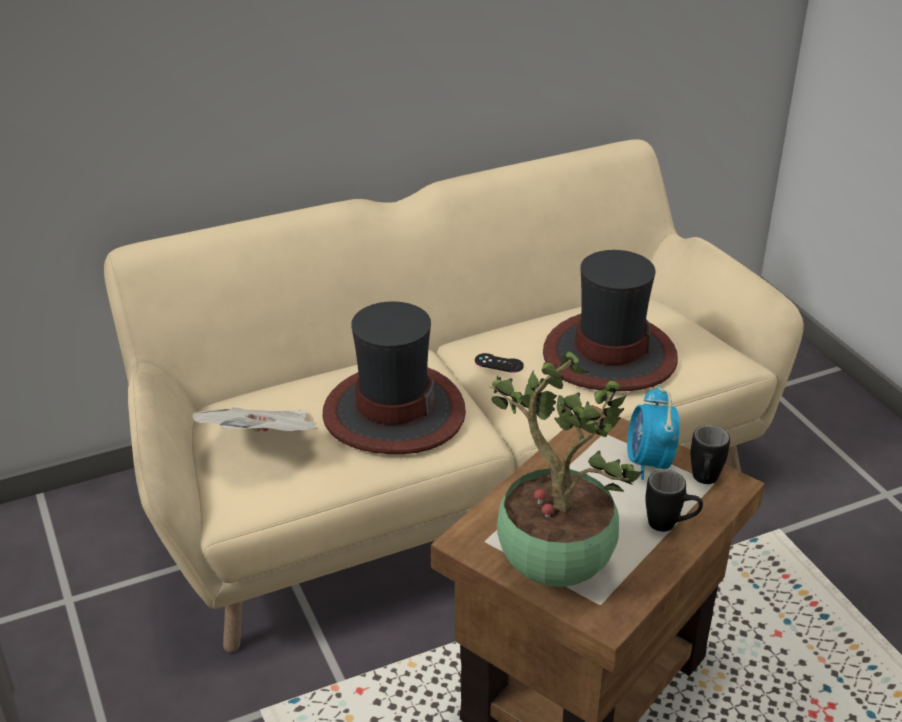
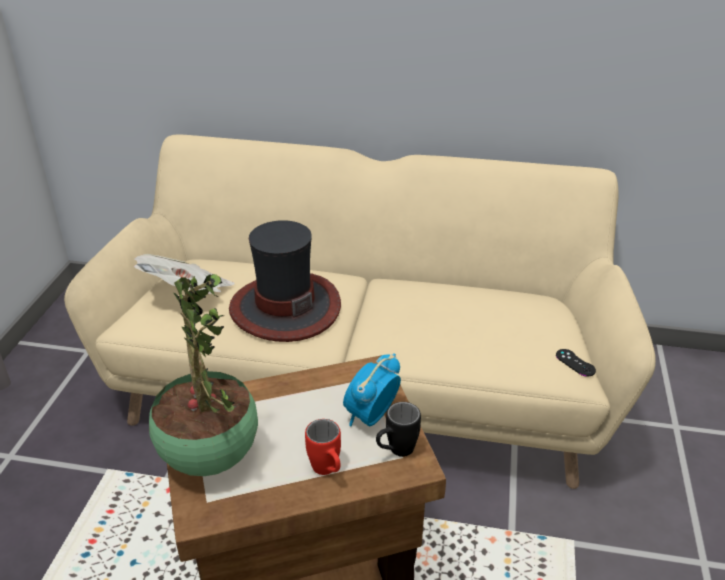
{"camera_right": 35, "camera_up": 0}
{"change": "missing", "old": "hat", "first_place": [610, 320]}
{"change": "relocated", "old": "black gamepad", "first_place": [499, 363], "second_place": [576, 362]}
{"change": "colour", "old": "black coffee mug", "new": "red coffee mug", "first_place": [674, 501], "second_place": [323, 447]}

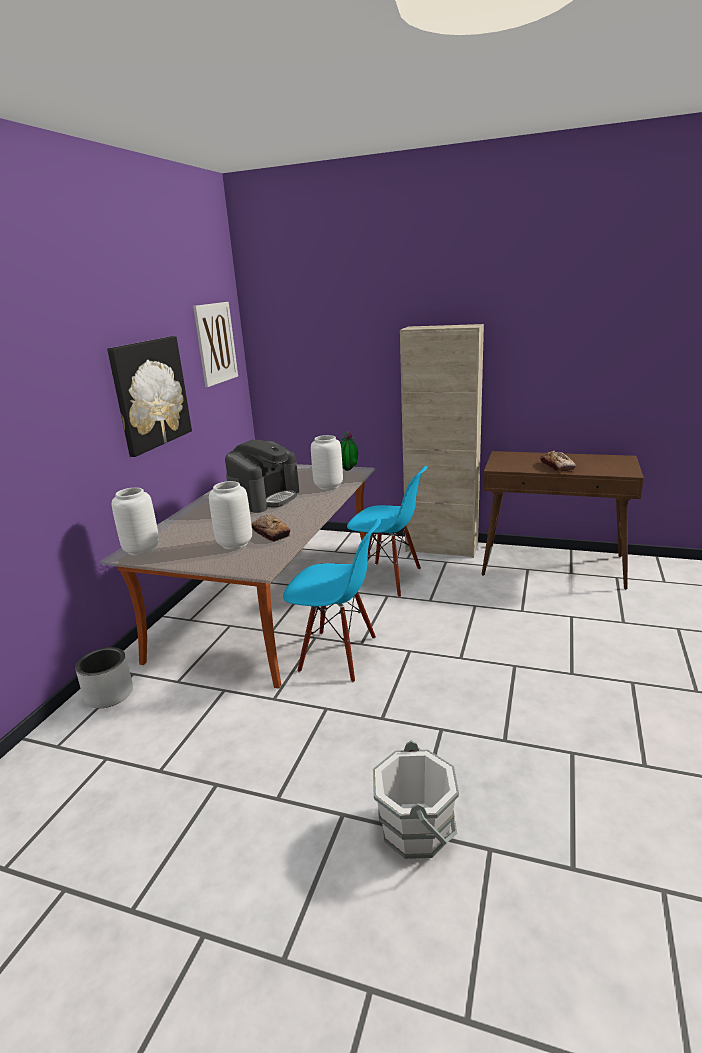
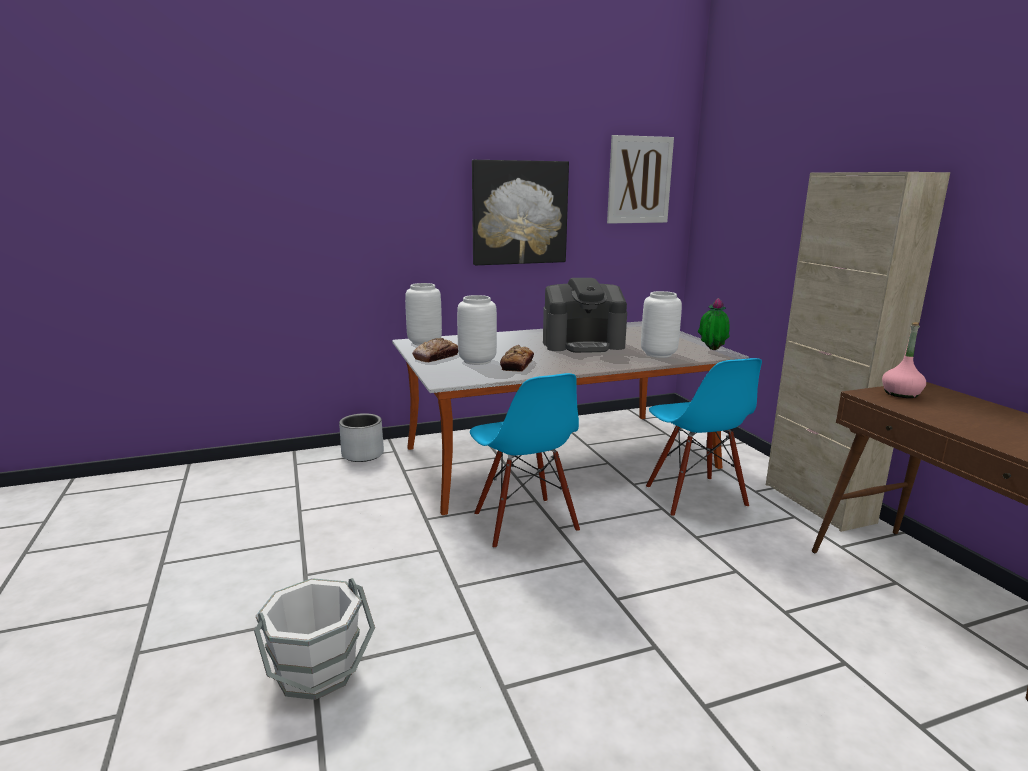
{"camera_right": 50, "camera_up": -5}
{"change": "appeared", "new": "pink-coloured bottle", "second_place": [904, 360]}
{"change": "relocated", "old": "bakery bread", "first_place": [558, 461], "second_place": [435, 350]}

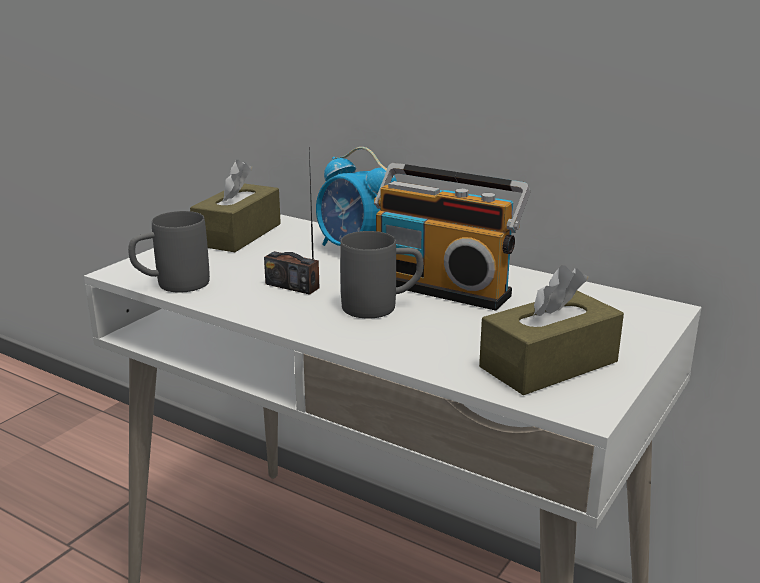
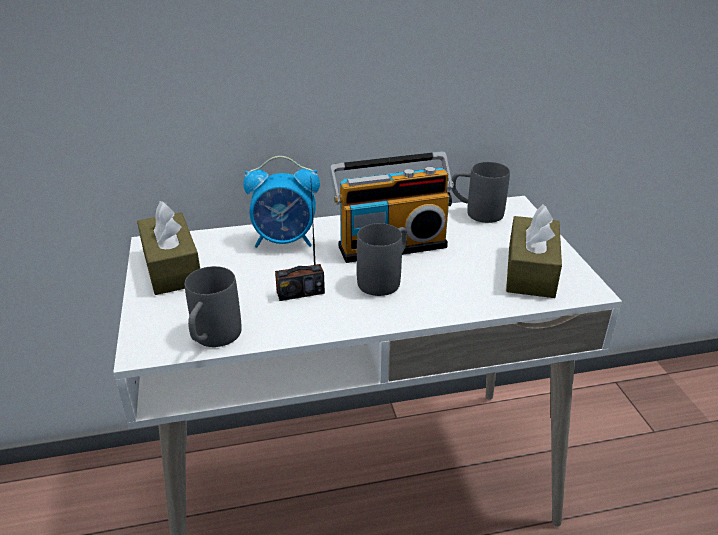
{"camera_right": -45, "camera_up": 10}
{"change": "appeared", "new": "gray coffee mug", "second_place": [481, 192]}

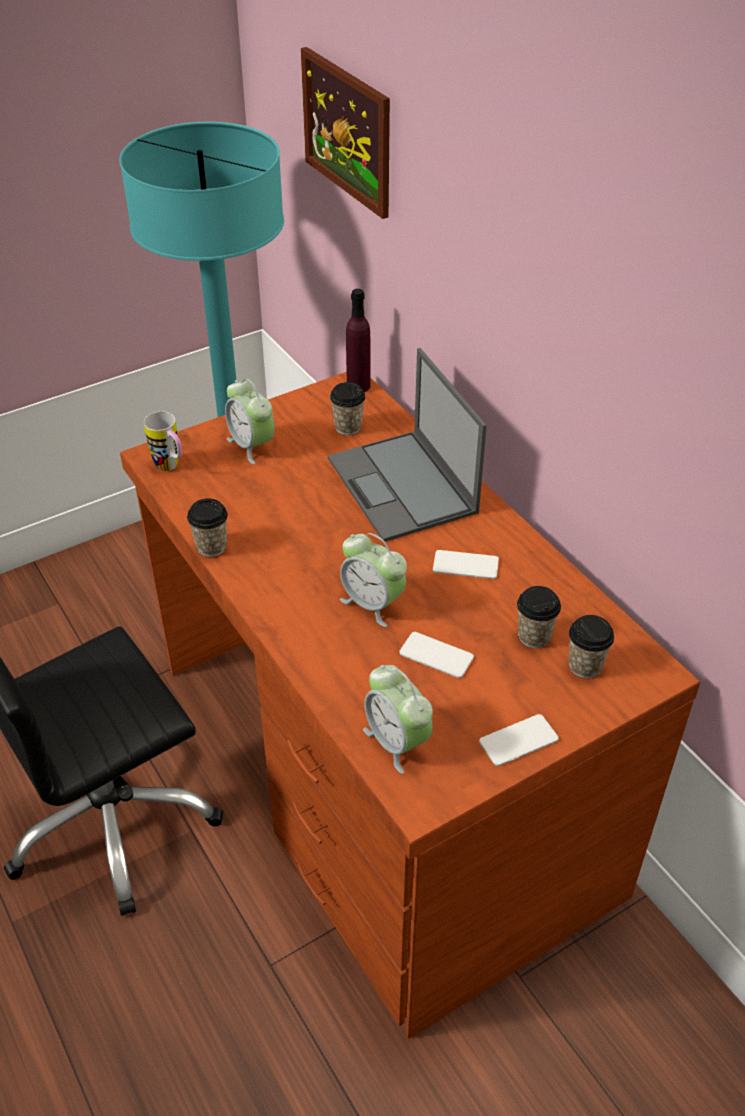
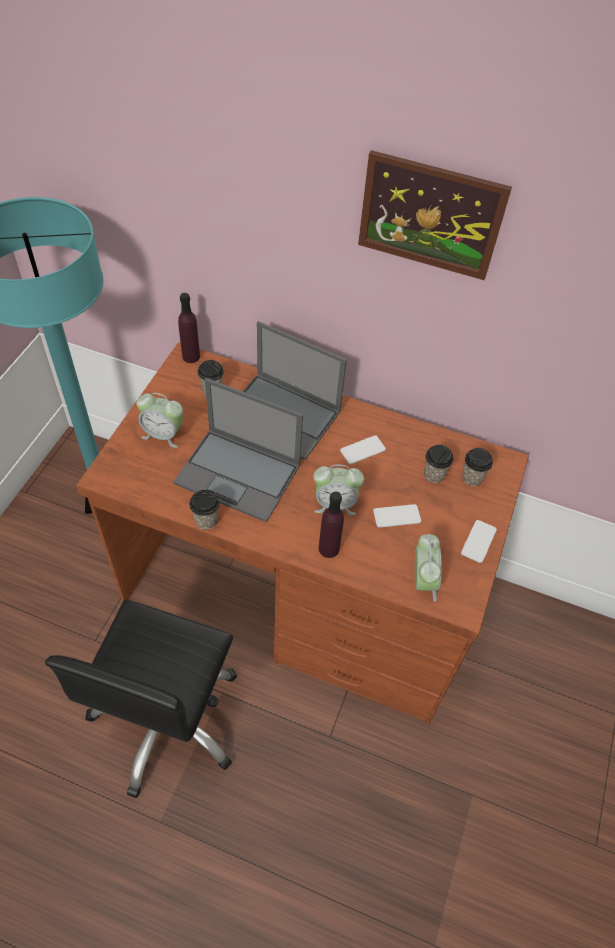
{"camera_right": -40, "camera_up": 10}
{"change": "missing", "old": "coffee mug", "first_place": [163, 441]}
{"change": "appeared", "new": "notebook computer", "second_place": [238, 450]}
{"change": "appeared", "new": "purple bottle", "second_place": [331, 525]}
{"change": "relocated", "old": "wall art", "first_place": [345, 133], "second_place": [435, 215]}
{"change": "spun", "old": "bedside clock", "first_place": [398, 719], "second_place": [428, 567], "degrees": -105}

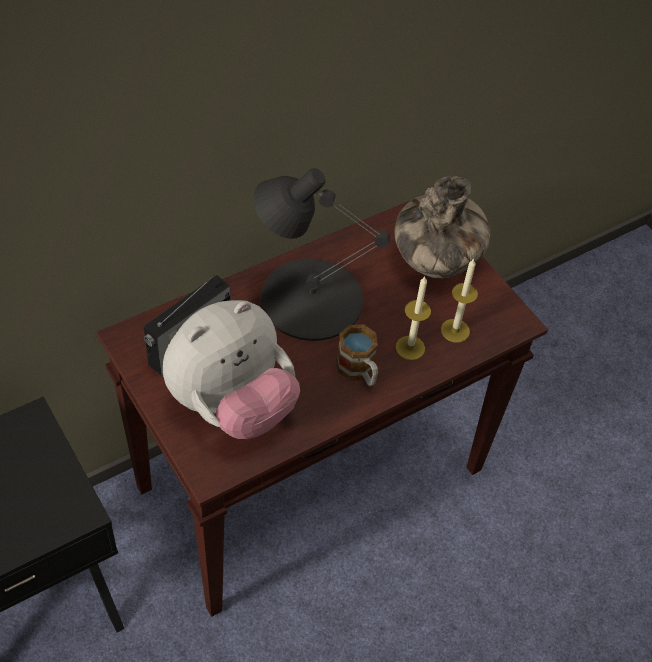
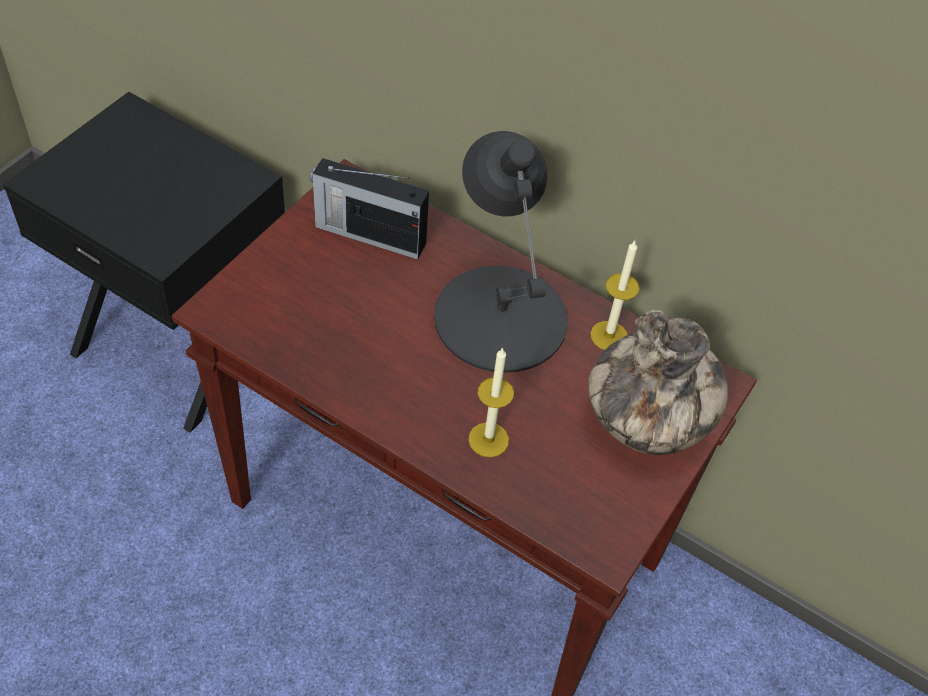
{"camera_right": 65, "camera_up": 0}
{"change": "missing", "old": "cuddly toy", "first_place": [231, 369]}
{"change": "missing", "old": "coffee mug", "first_place": [357, 355]}
{"change": "relocated", "old": "candle", "first_place": [459, 300], "second_place": [615, 295]}

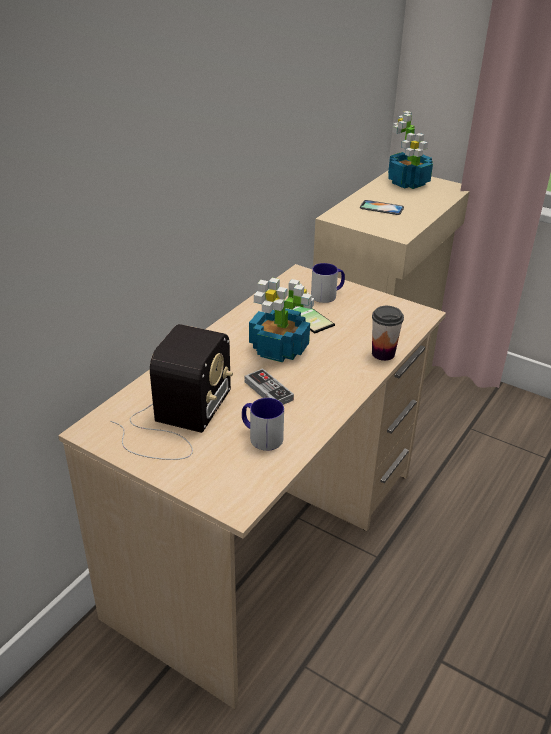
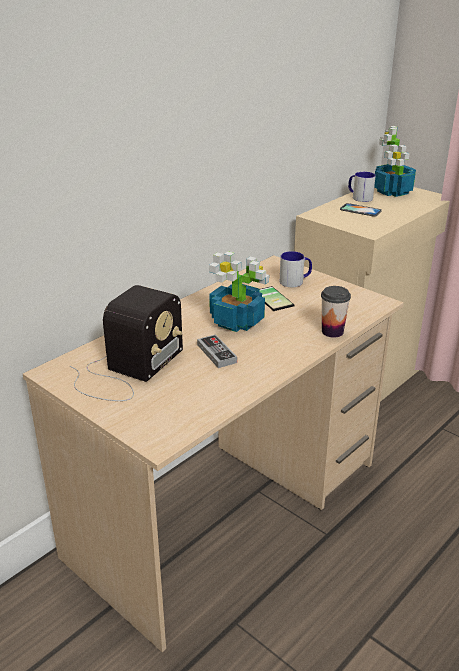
{"camera_right": 10, "camera_up": -5}
{"change": "relocated", "old": "coffee mug", "first_place": [263, 424], "second_place": [362, 187]}

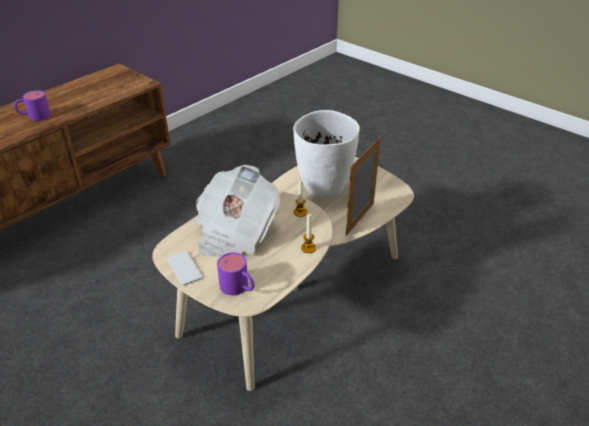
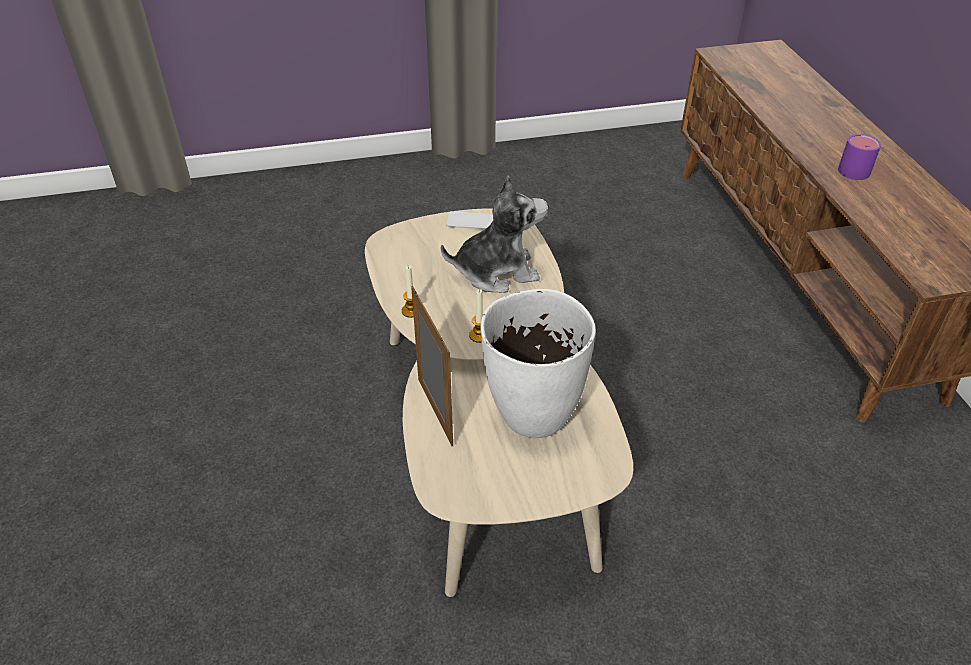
{"camera_right": 125, "camera_up": 5}
{"change": "missing", "old": "purple coffee mug", "first_place": [235, 274]}
{"change": "exchanged", "old": "newspaper", "new": "cuddly toy", "first_place": [237, 211], "second_place": [494, 234]}

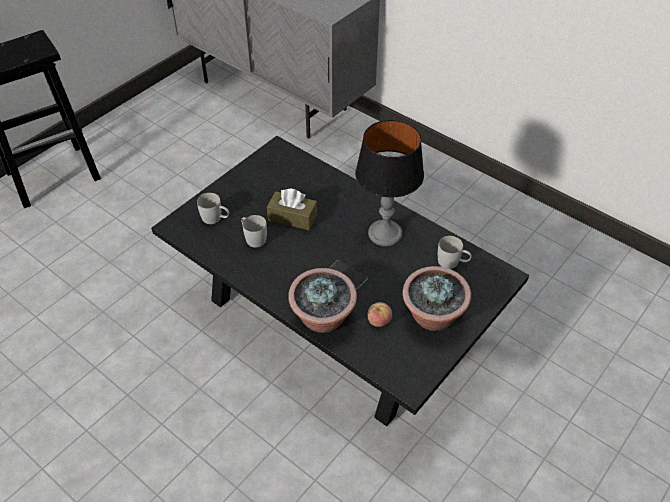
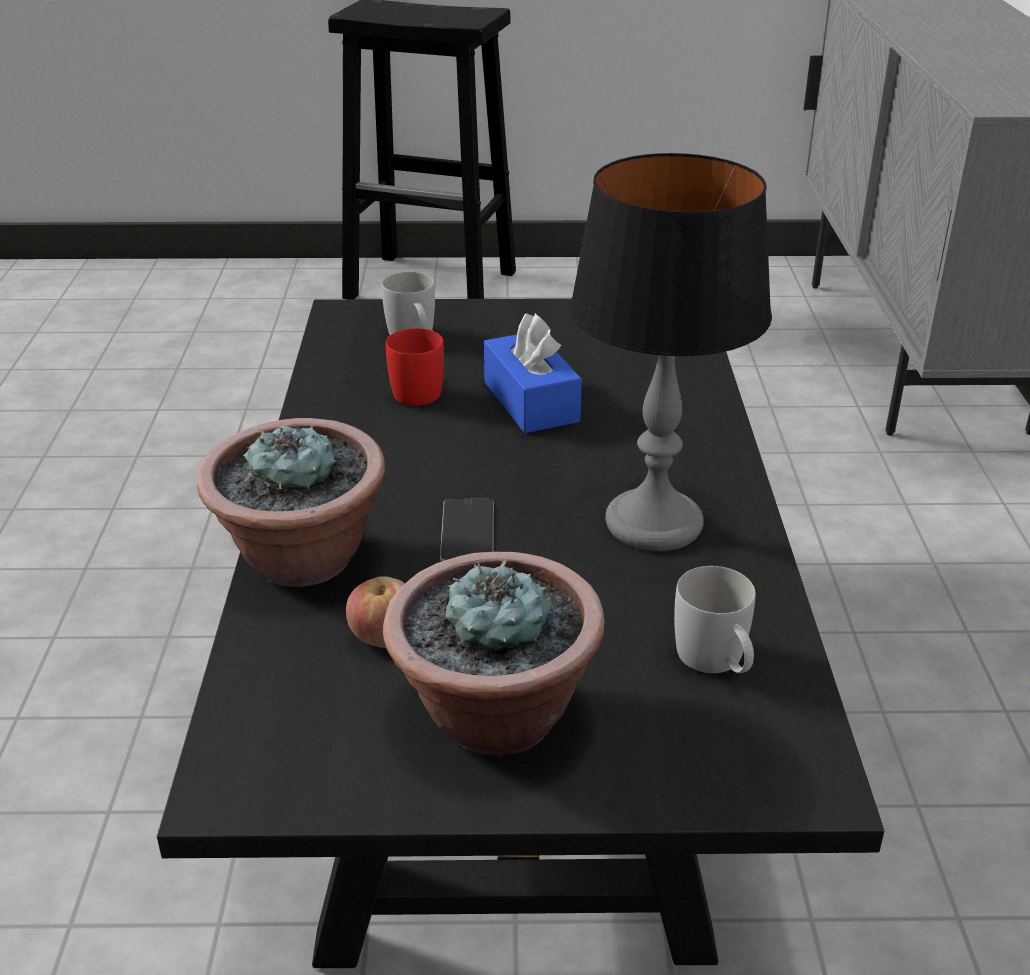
{"camera_right": 50, "camera_up": -15}
{"change": "colour", "old": "whitish coffee mug", "new": "red coffee mug", "first_place": [254, 231], "second_place": [415, 367]}
{"change": "colour", "old": "brownish tissue box", "new": "bluish tissue box", "first_place": [292, 209], "second_place": [533, 373]}

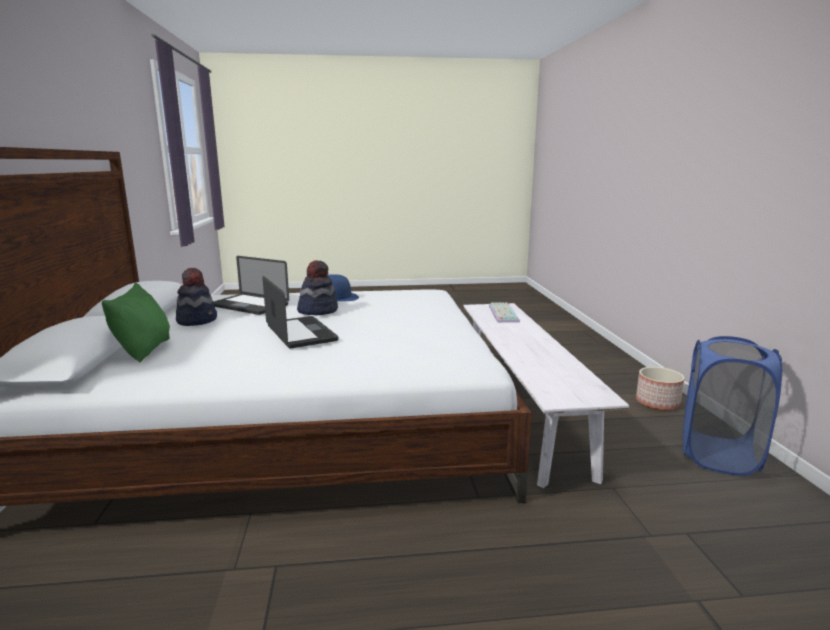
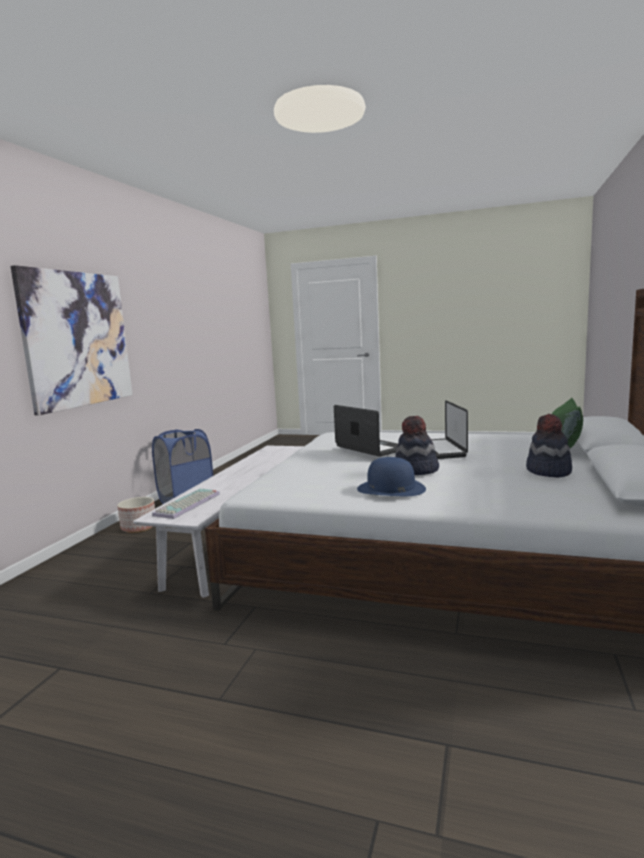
{"camera_right": -155, "camera_up": -5}
{"change": "appeared", "new": "wall art", "second_place": [72, 340]}
{"change": "relocated", "old": "notebook computer", "first_place": [251, 285], "second_place": [366, 431]}

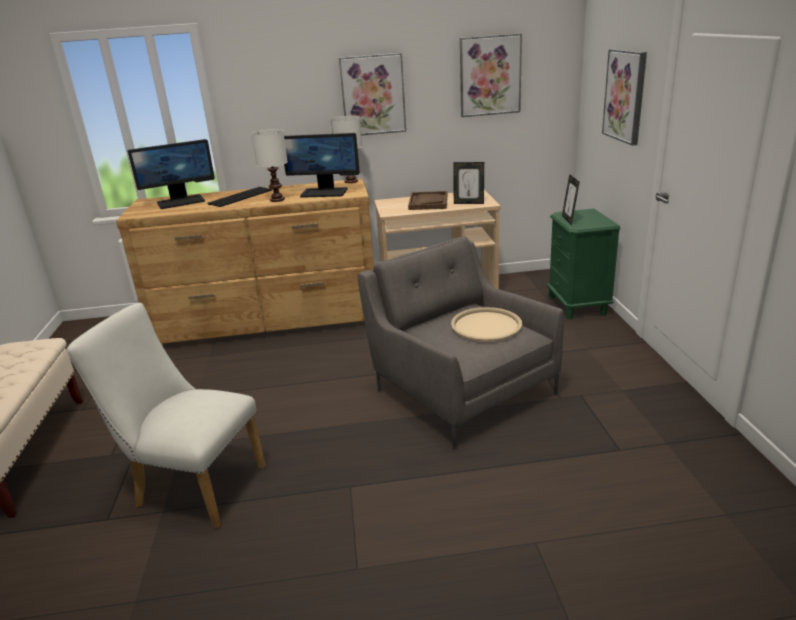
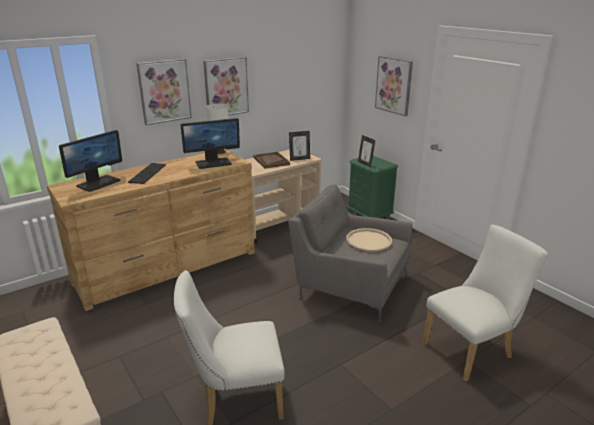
{"camera_right": -30, "camera_up": 0}
{"change": "missing", "old": "whitish table lamp", "first_place": [269, 165]}
{"change": "appeared", "new": "whitish upright chair", "second_place": [485, 303]}
{"change": "relocated", "old": "wall art", "first_place": [491, 75], "second_place": [164, 92]}

